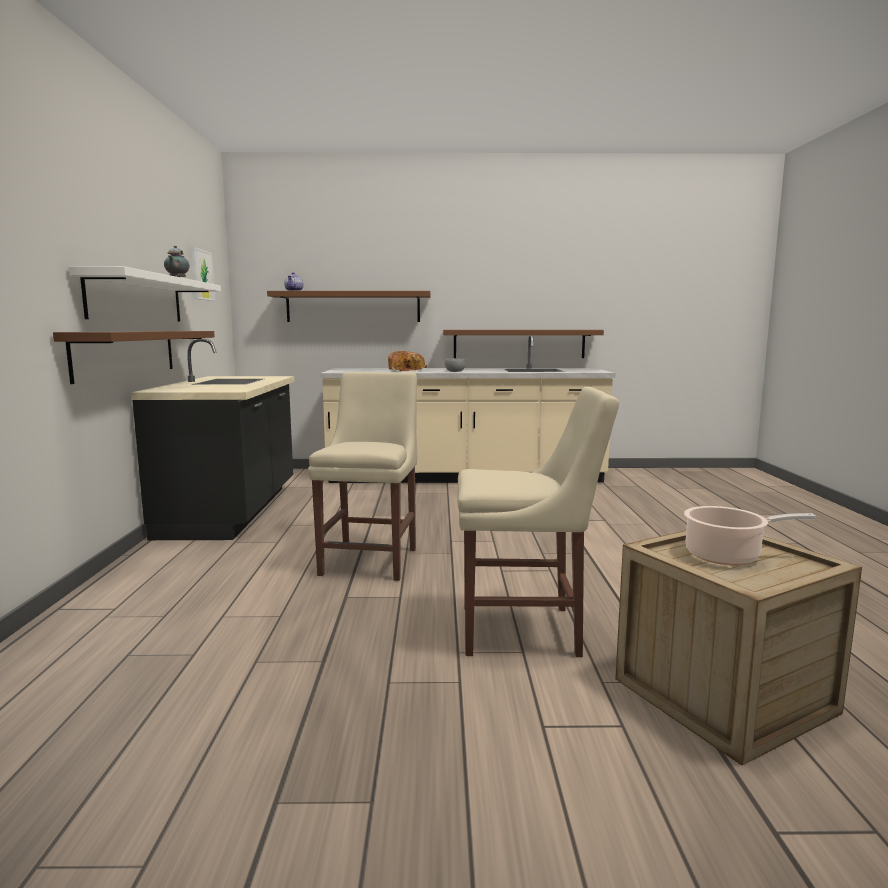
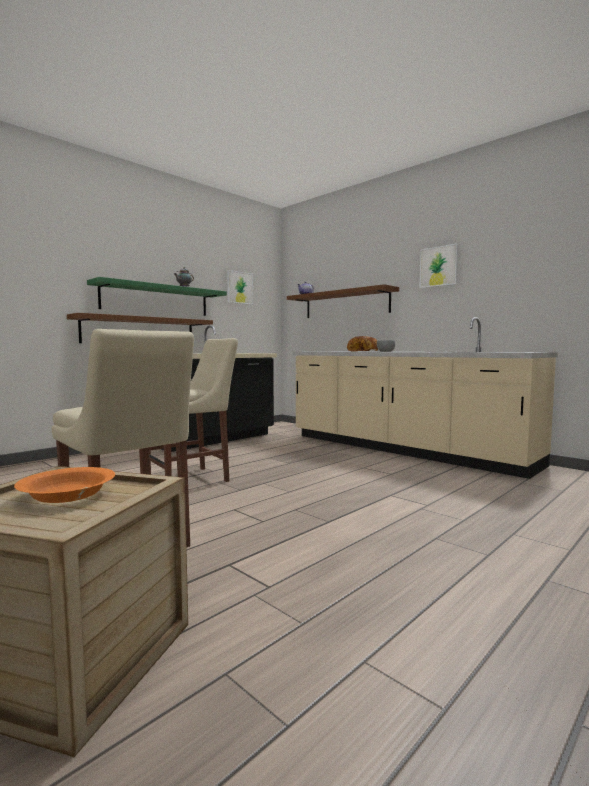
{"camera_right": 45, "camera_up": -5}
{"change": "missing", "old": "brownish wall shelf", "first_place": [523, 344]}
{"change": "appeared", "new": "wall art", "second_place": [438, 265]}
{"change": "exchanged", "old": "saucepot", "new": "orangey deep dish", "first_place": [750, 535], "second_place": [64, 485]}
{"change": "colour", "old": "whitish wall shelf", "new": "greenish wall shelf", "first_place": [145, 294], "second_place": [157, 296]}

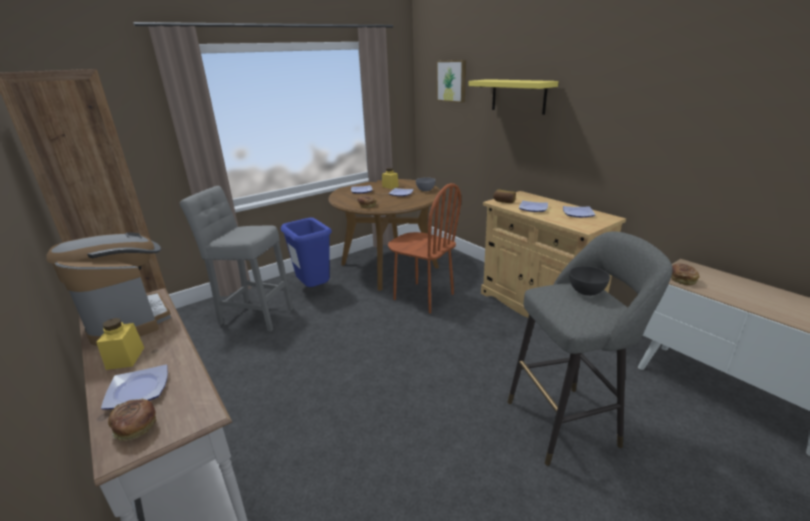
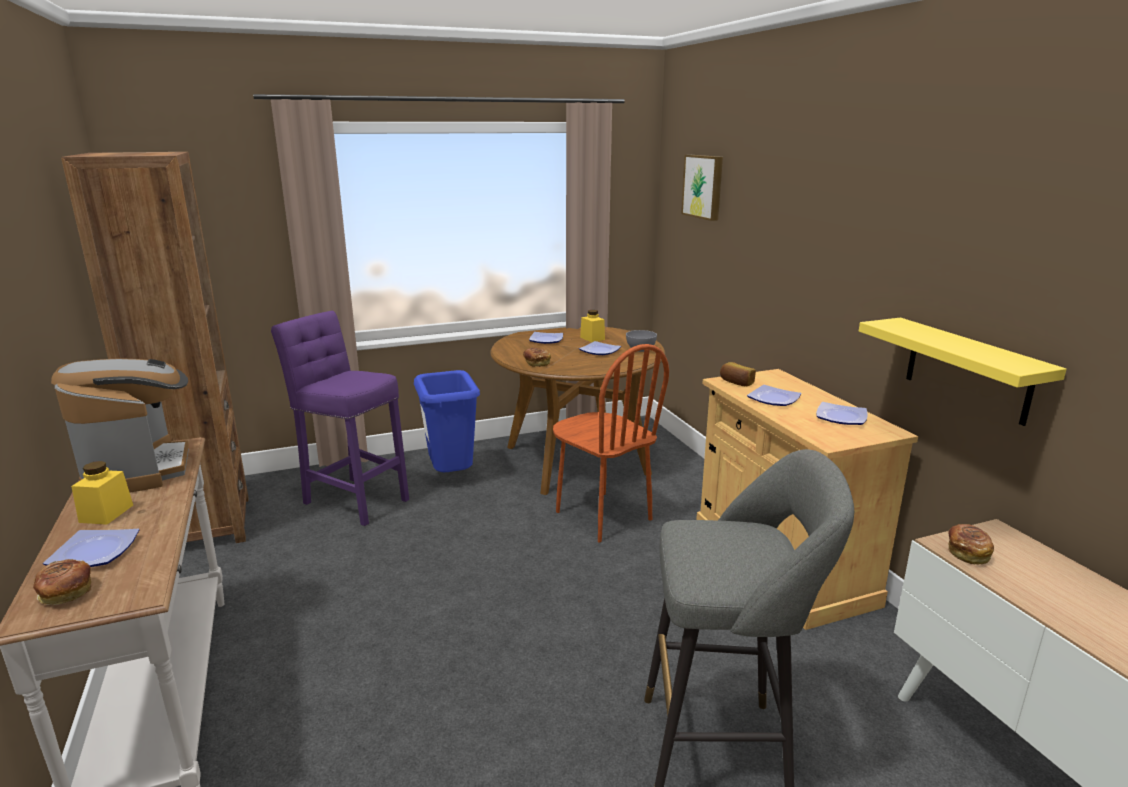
{"camera_right": 15, "camera_up": -5}
{"change": "missing", "old": "gray deep dish", "first_place": [589, 281]}
{"change": "relocated", "old": "yellow wall shelf", "first_place": [513, 97], "second_place": [963, 372]}
{"change": "colour", "old": "gray sitting stool", "new": "purple sitting stool", "first_place": [236, 258], "second_place": [340, 418]}

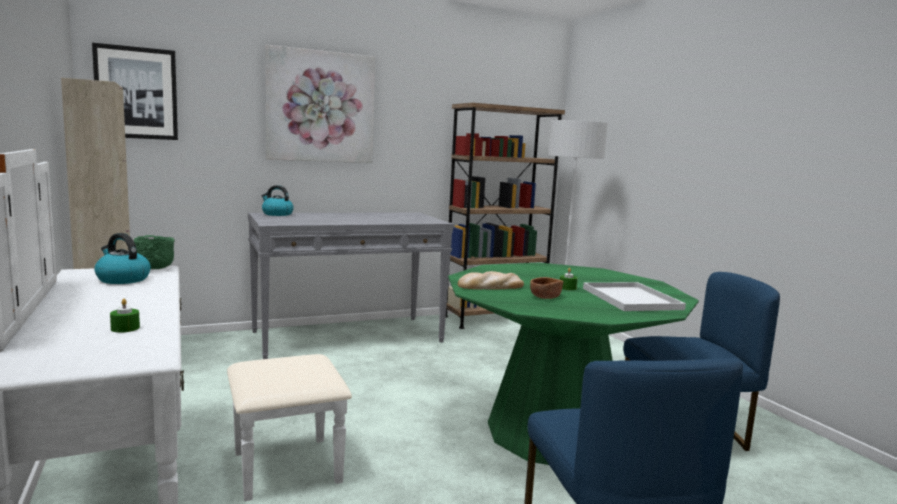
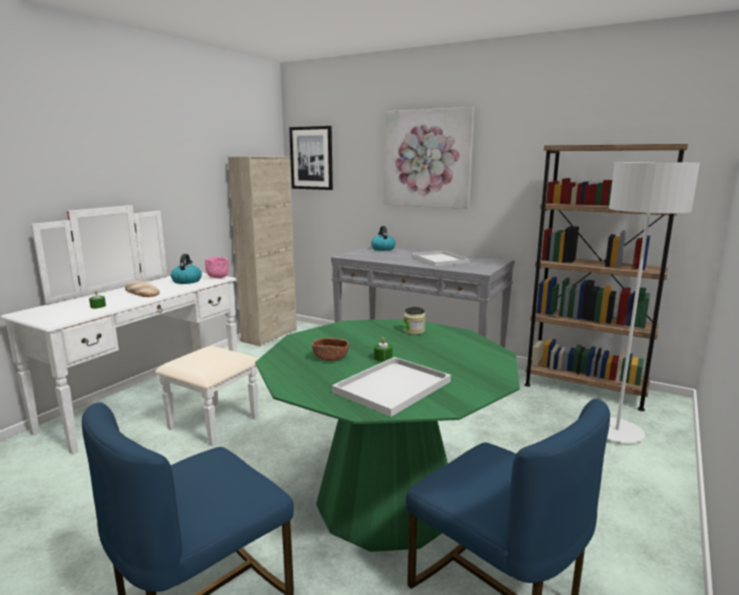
{"camera_right": 55, "camera_up": 5}
{"change": "appeared", "new": "storage jar", "second_place": [415, 321]}
{"change": "appeared", "new": "whitish tray", "second_place": [441, 258]}
{"change": "relocated", "old": "bakery bread", "first_place": [491, 280], "second_place": [142, 289]}
{"change": "colour", "old": "greenish deep dish", "new": "pink-coloured deep dish", "first_place": [154, 252], "second_place": [217, 267]}

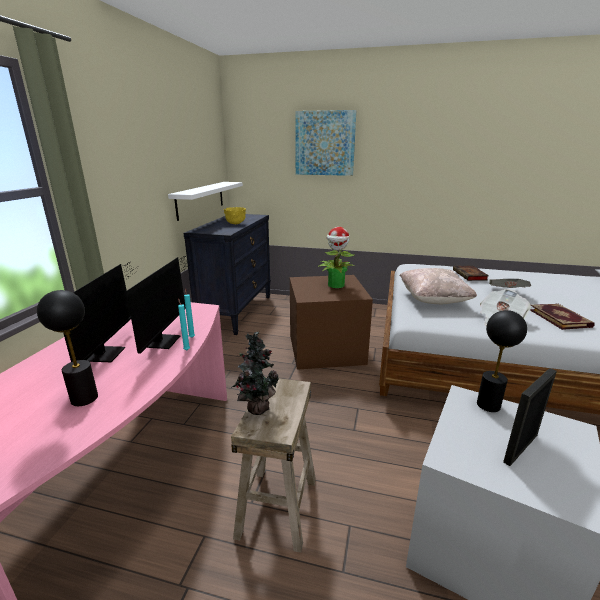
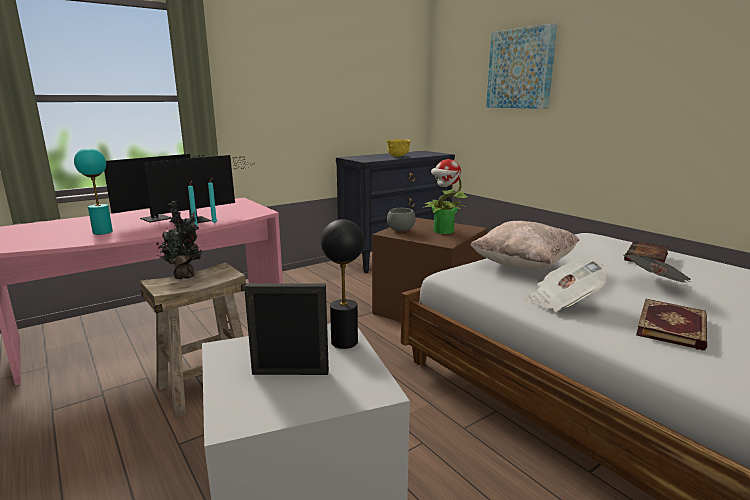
{"camera_right": 40, "camera_up": -5}
{"change": "missing", "old": "whitish wall shelf", "first_place": [205, 201]}
{"change": "appeared", "new": "gray deep dish", "second_place": [401, 220]}
{"change": "colour", "old": "black table lamp", "new": "turquoise table lamp", "first_place": [67, 348], "second_place": [93, 191]}

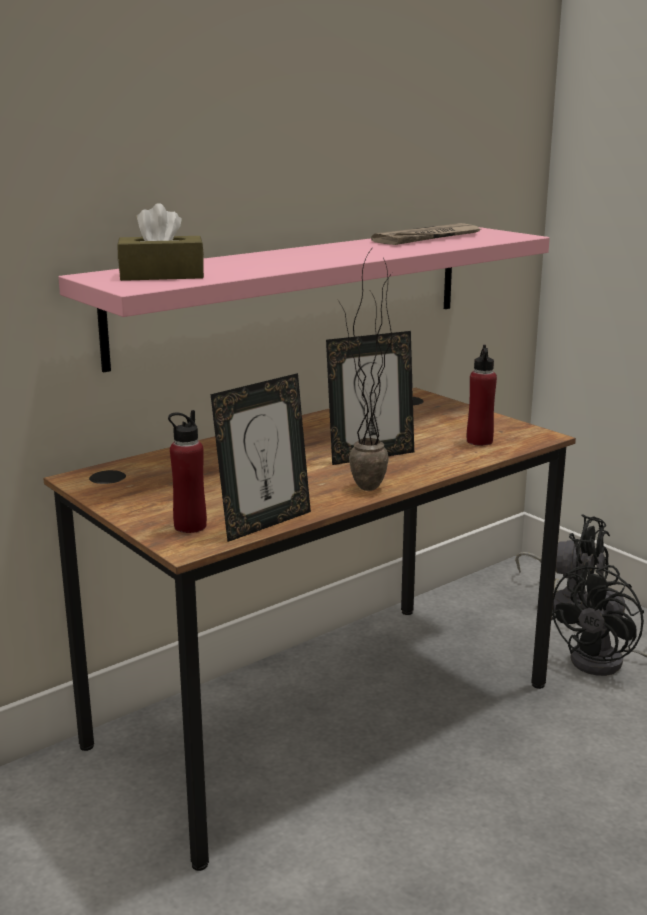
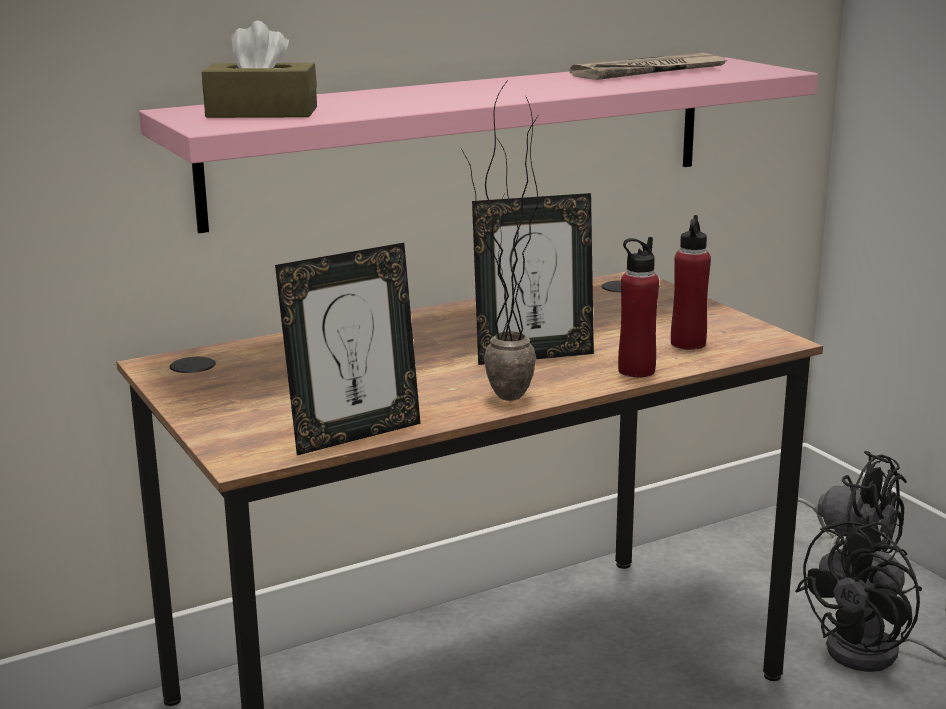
{"camera_right": 10, "camera_up": 0}
{"change": "relocated", "old": "red bottle", "first_place": [187, 471], "second_place": [638, 307]}

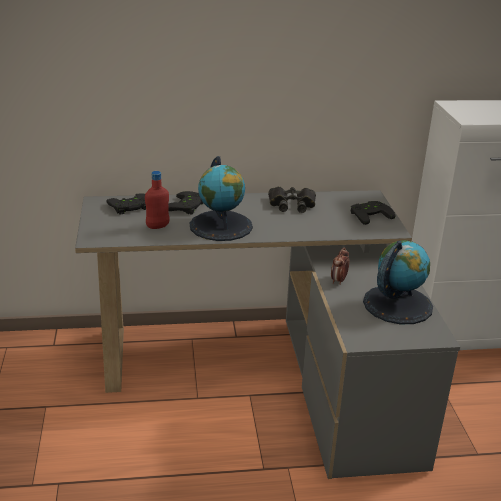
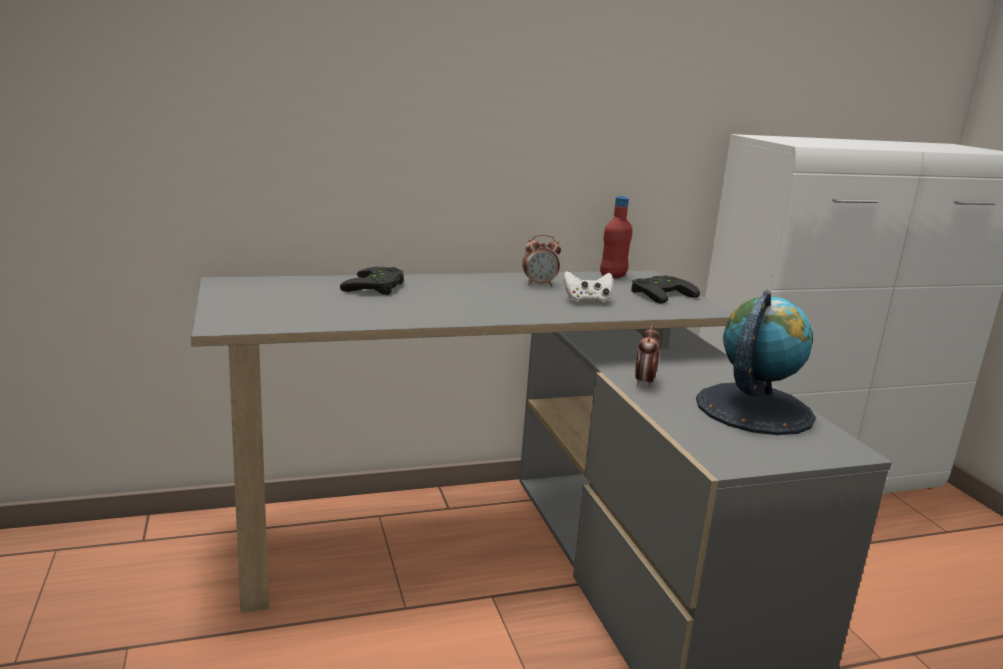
{"camera_right": -10, "camera_up": -10}
{"change": "missing", "old": "black gamepad", "first_place": [126, 203]}
{"change": "missing", "old": "world globe", "first_place": [221, 198]}
{"change": "appeared", "new": "whitish gamepad", "second_place": [588, 287]}
{"change": "relocated", "old": "red bottle", "first_place": [157, 200], "second_place": [616, 237]}
{"change": "exchanged", "old": "black field glasses", "new": "bedside clock", "first_place": [292, 199], "second_place": [541, 260]}

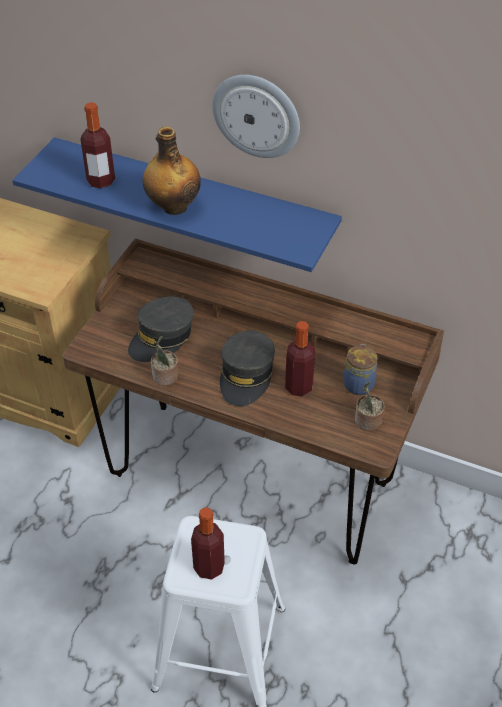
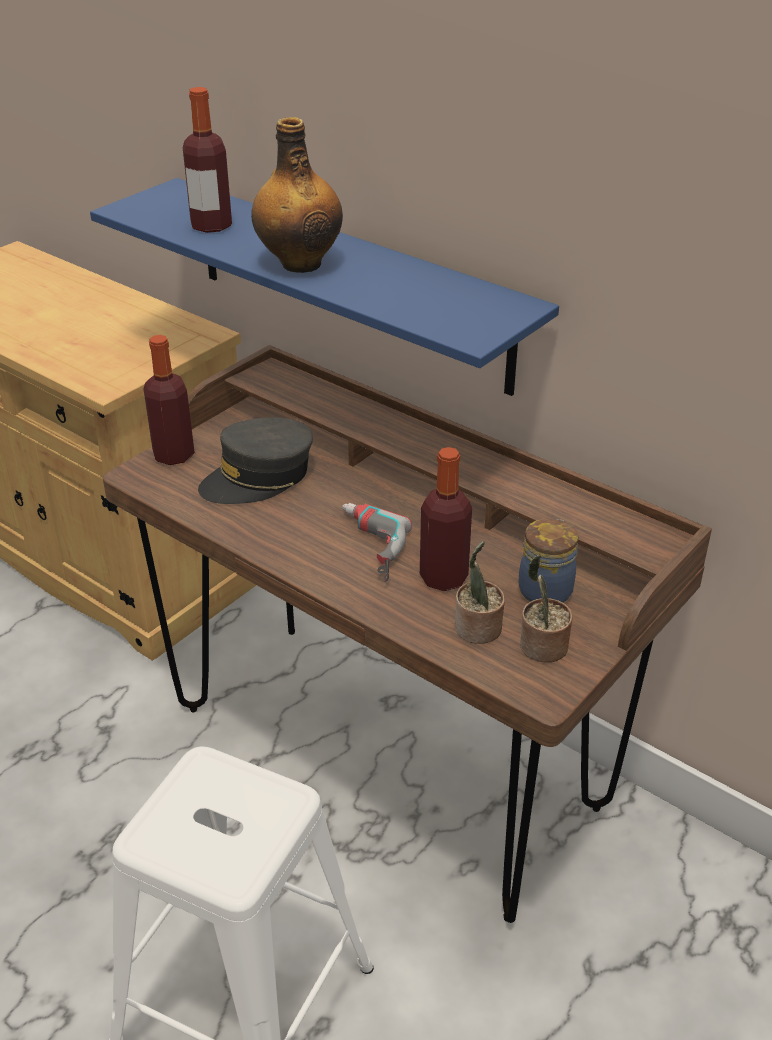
{"camera_right": 15, "camera_up": -10}
{"change": "missing", "old": "wall clock", "first_place": [256, 116]}
{"change": "relocated", "old": "potted plant", "first_place": [165, 361], "second_place": [480, 592]}
{"change": "relocated", "old": "bottle", "first_place": [208, 543], "second_place": [169, 400]}
{"change": "exchanged", "old": "gray baseball cap", "new": "electric drill", "first_place": [247, 368], "second_place": [377, 543]}

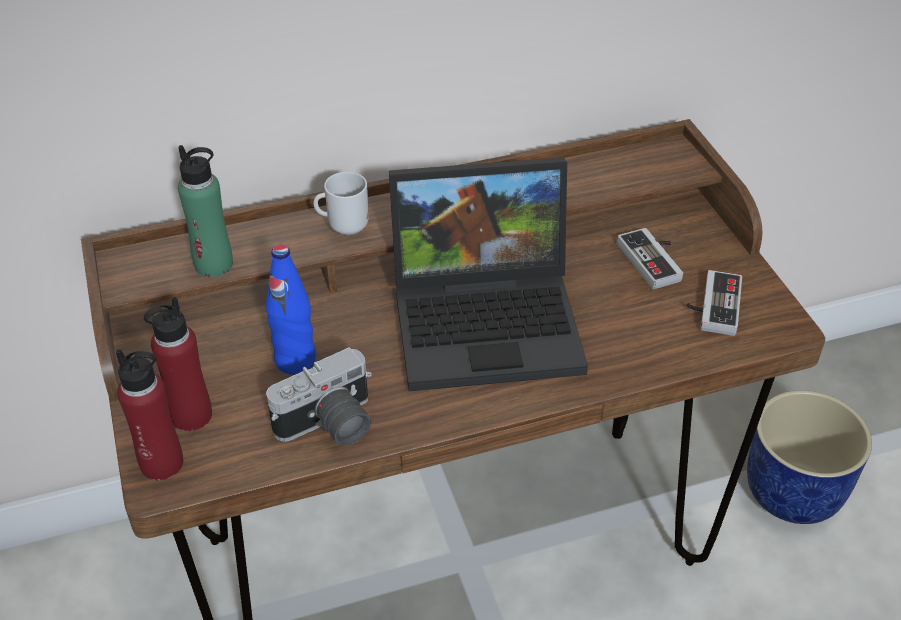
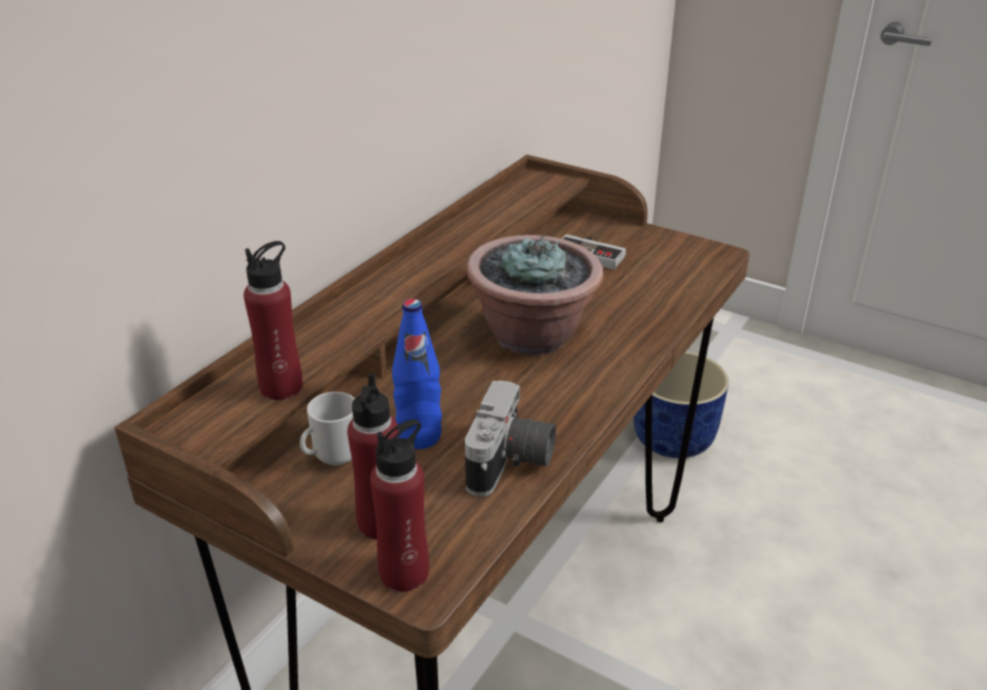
{"camera_right": -40, "camera_up": -10}
{"change": "missing", "old": "gamepad", "first_place": [714, 303]}
{"change": "relocated", "old": "coffee mug", "first_place": [341, 203], "second_place": [327, 429]}
{"change": "exchanged", "old": "notebook computer", "new": "potted plant", "first_place": [488, 274], "second_place": [535, 295]}
{"change": "colour", "old": "greenish bottle", "new": "red bottle", "first_place": [205, 211], "second_place": [273, 320]}

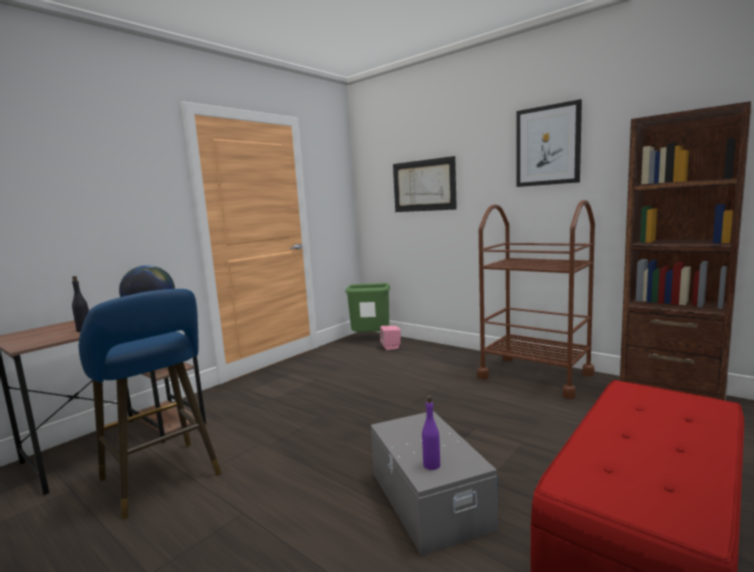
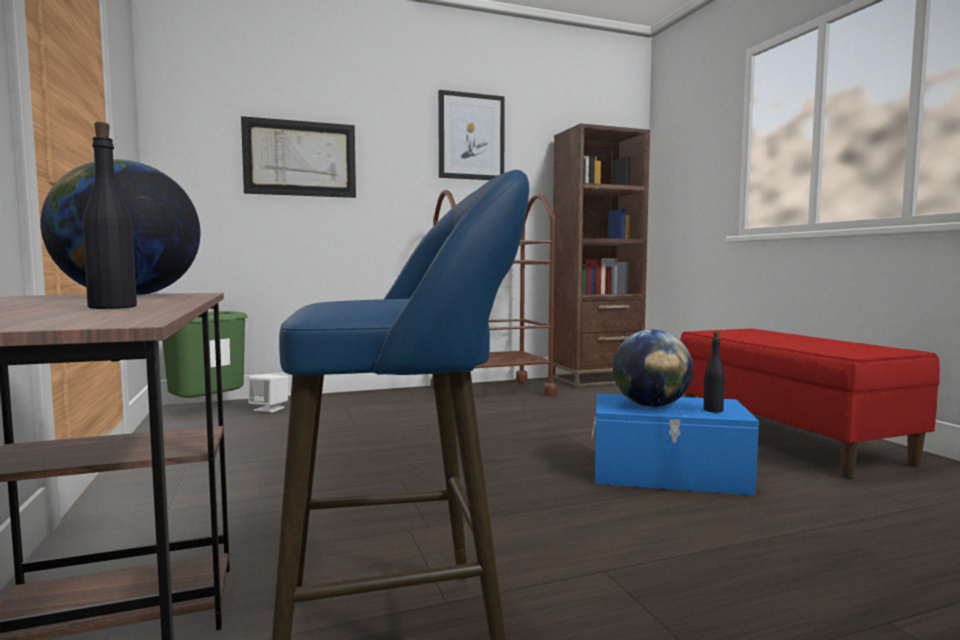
{"camera_right": -60, "camera_up": -5}
{"change": "appeared", "new": "world globe", "second_place": [653, 368]}
{"change": "colour", "old": "gray storage box", "new": "bluish storage box", "first_place": [434, 483], "second_place": [675, 444]}
{"change": "colour", "old": "pink-coloured audio speaker", "new": "whitish audio speaker", "first_place": [390, 338], "second_place": [268, 393]}
{"change": "colour", "old": "purple bottle", "new": "black bottle", "first_place": [431, 433], "second_place": [714, 372]}

